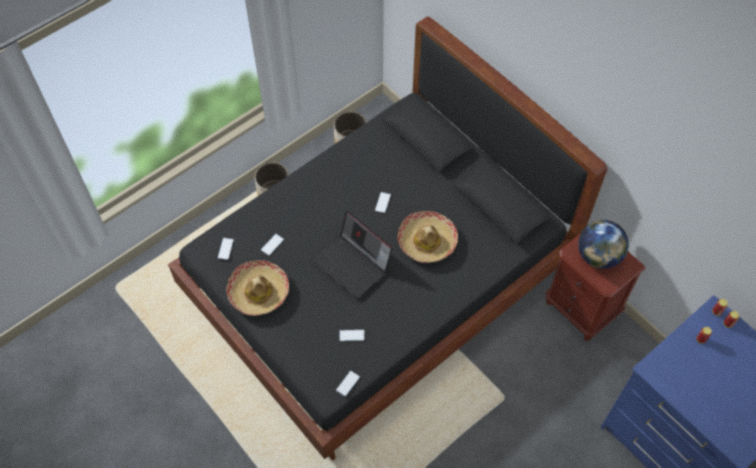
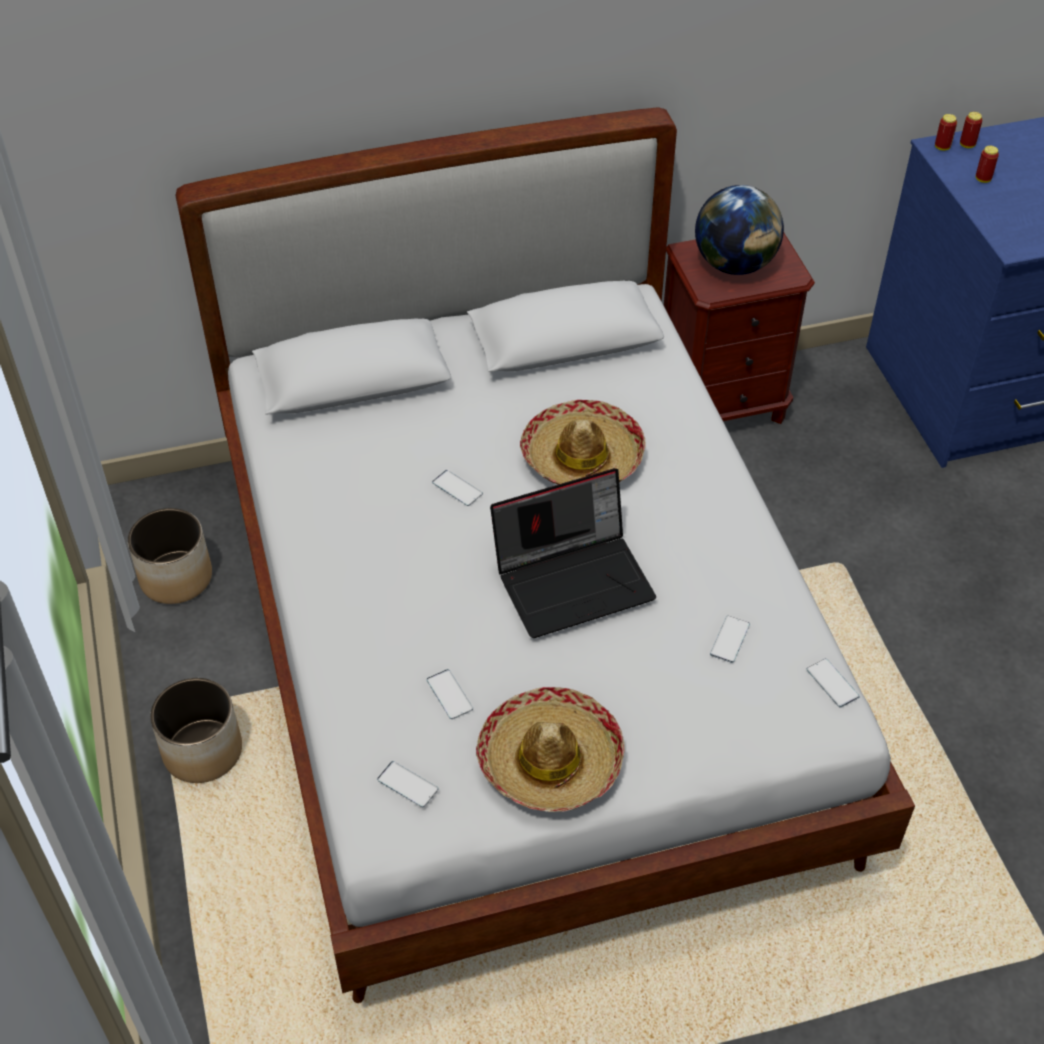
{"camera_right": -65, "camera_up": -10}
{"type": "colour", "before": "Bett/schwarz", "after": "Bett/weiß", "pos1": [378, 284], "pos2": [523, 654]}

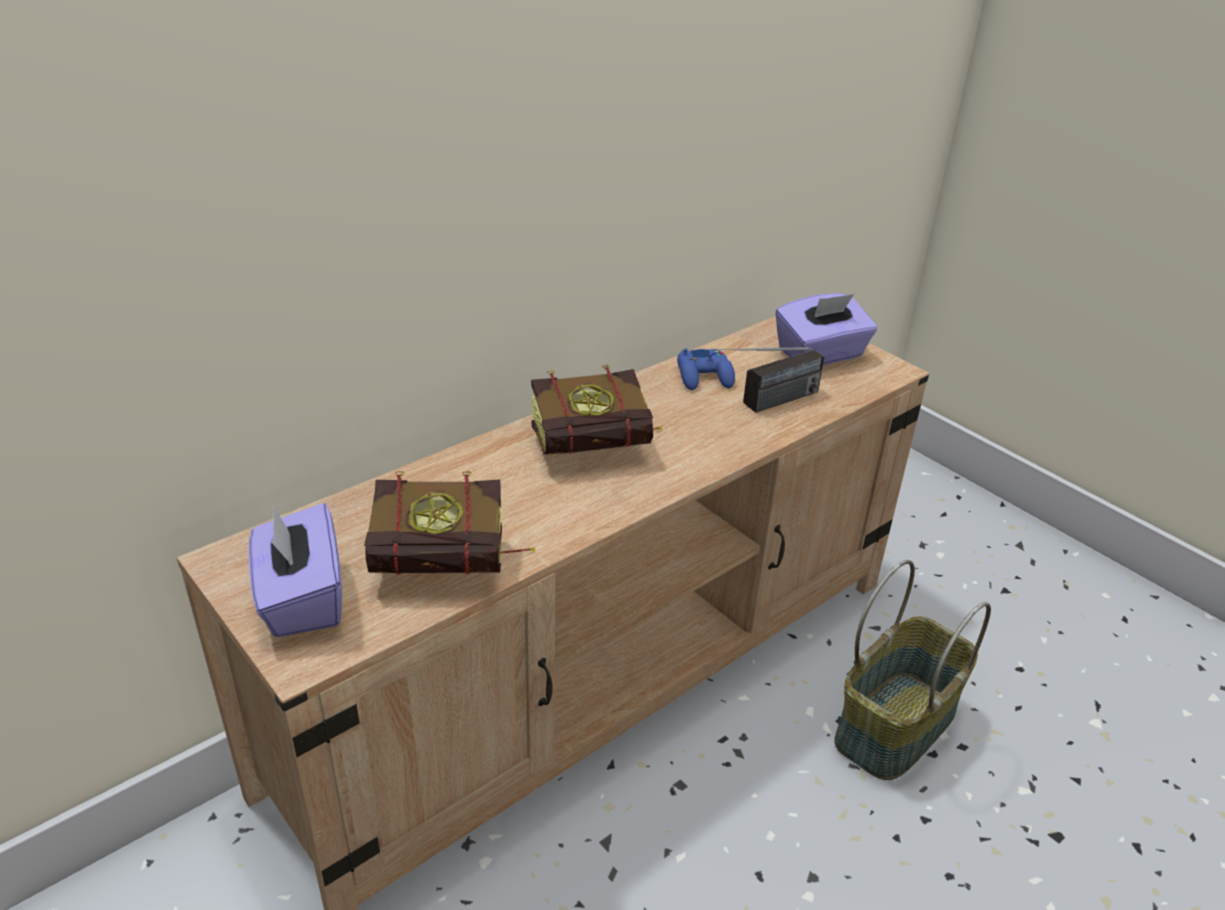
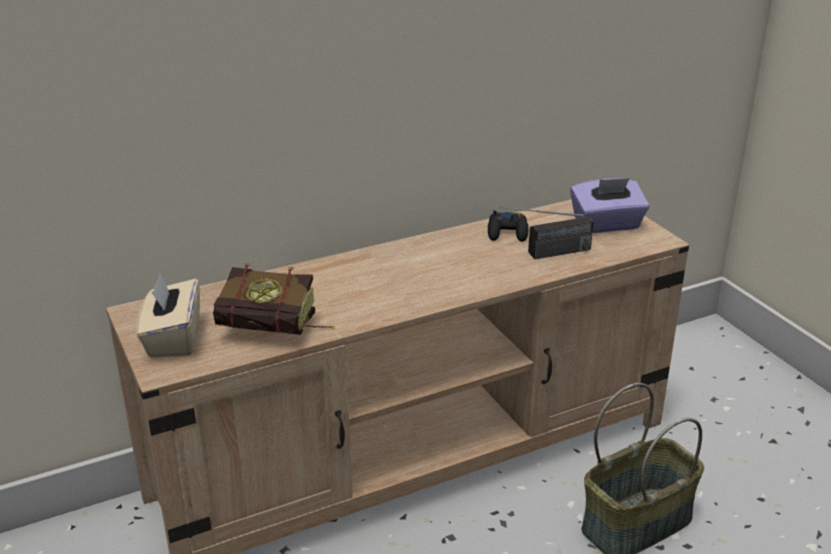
{"camera_right": 15, "camera_up": -5}
{"type": "colour", "before": "Gamepad/blau", "after": "Gamepad/schwarz", "pos1": [704, 376], "pos2": [508, 232]}
{"type": "missing", "before": "Buch", "pos1": [603, 447]}
{"type": "colour", "before": "Taschentuchbox/lila", "after": "Taschentuchbox/beige", "pos1": [301, 599], "pos2": [173, 339]}

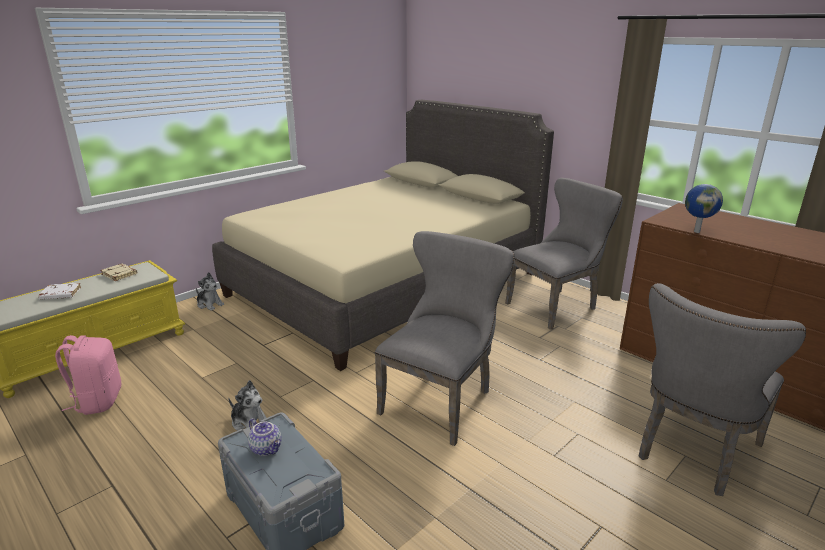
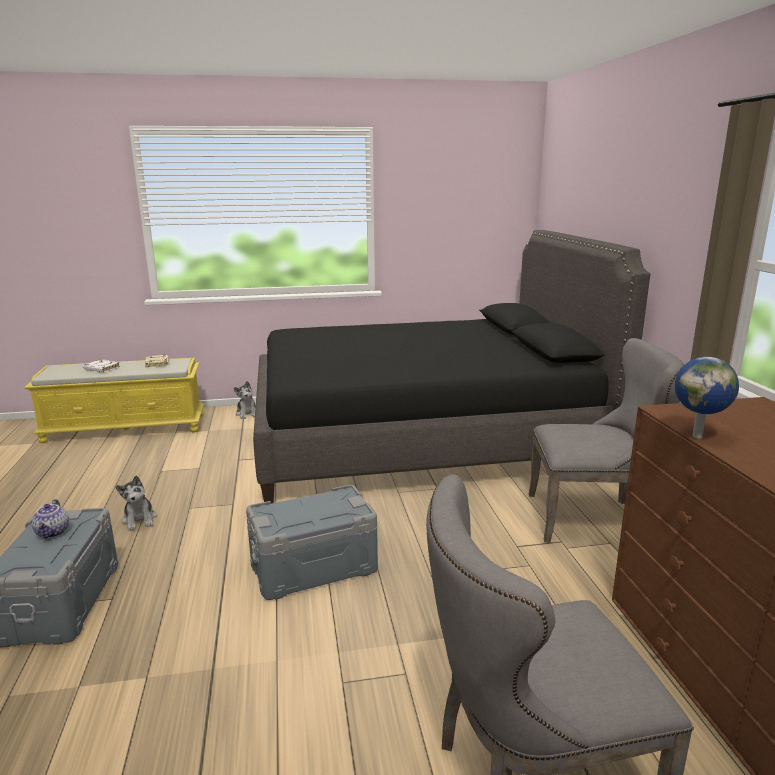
{"camera_right": 35, "camera_up": -5}
{"type": "colour", "before": "Bett/beige", "after": "Bett/schwarz", "pos1": [386, 284], "pos2": [421, 436]}
{"type": "exchanged", "before": "Stuhl/grau", "after": "Aufbewahrungsbox/grau", "pos1": [442, 399], "pos2": [314, 568]}
{"type": "missing", "before": "Rucksack/rosa", "pos1": [98, 401]}

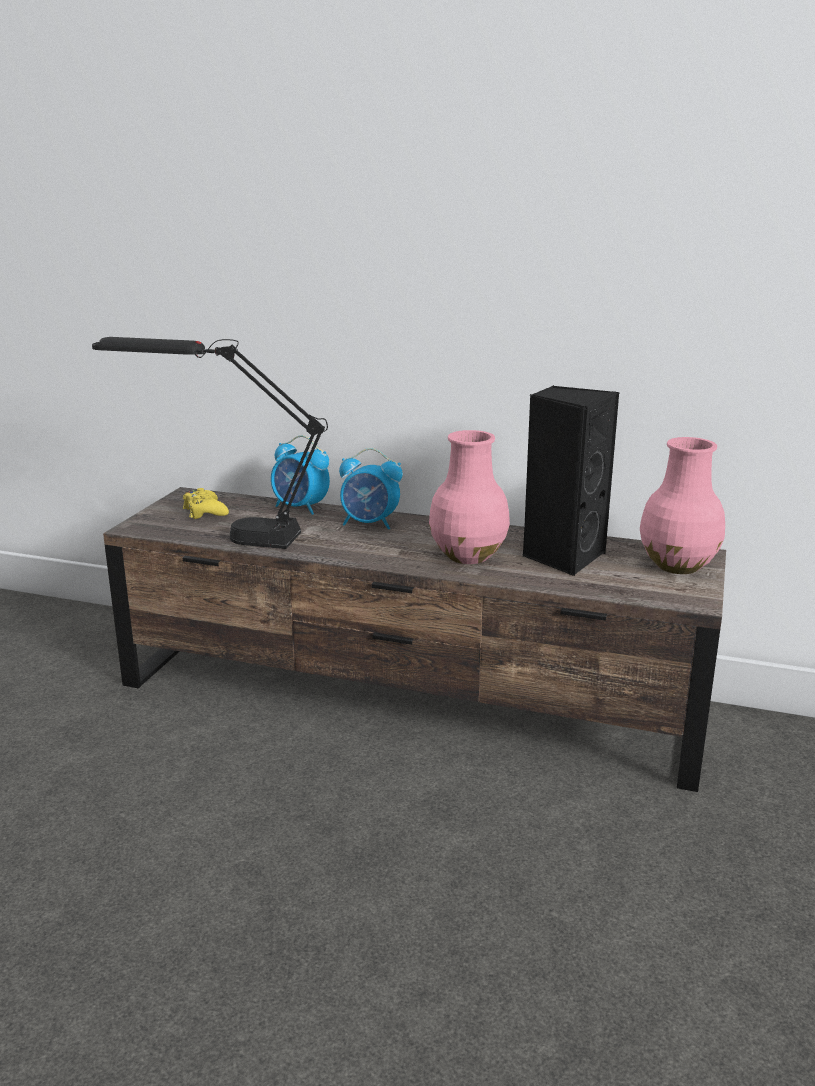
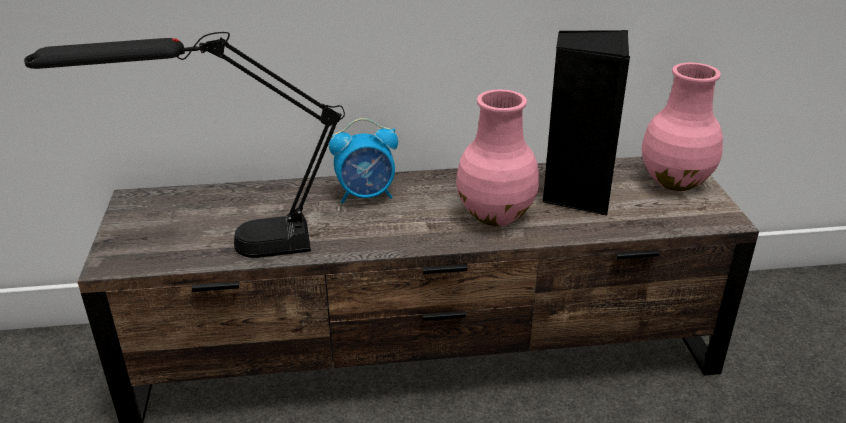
{"camera_right": -25, "camera_up": 10}
{"type": "missing", "before": "Wecker", "pos1": [300, 508]}
{"type": "missing", "before": "Gamepad/gelb", "pos1": [204, 512]}

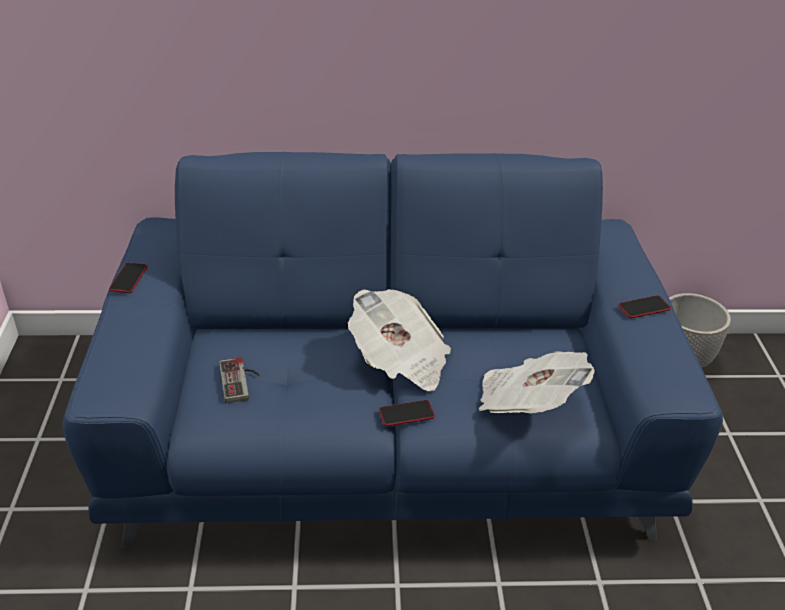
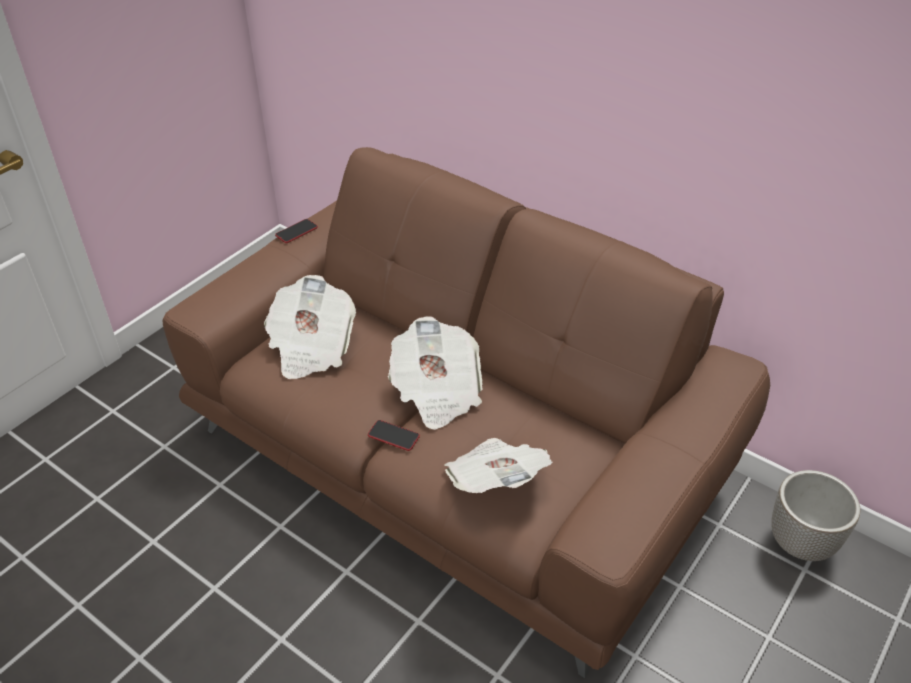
{"camera_right": 40, "camera_up": 5}
{"type": "colour", "before": "Sofa/blau", "after": "Sofa/braun", "pos1": [389, 434], "pos2": [456, 456]}
{"type": "missing", "before": "Handy", "pos1": [644, 308]}
{"type": "exchanged", "before": "Gamepad", "after": "Zeitung", "pos1": [241, 380], "pos2": [311, 347]}

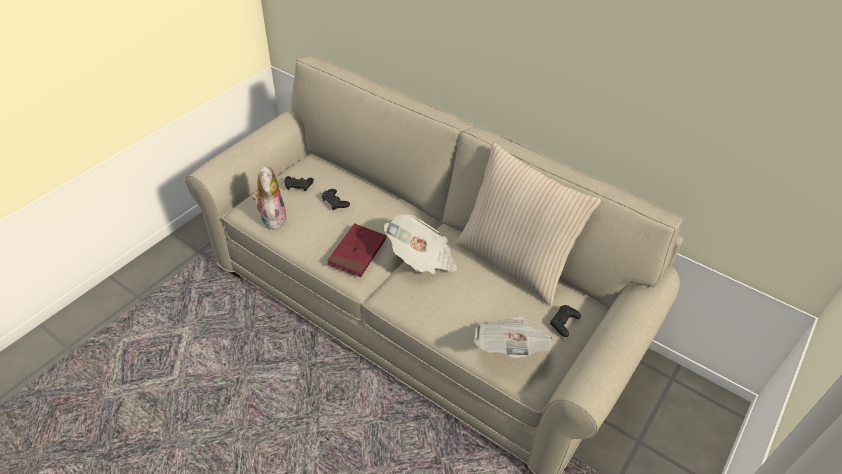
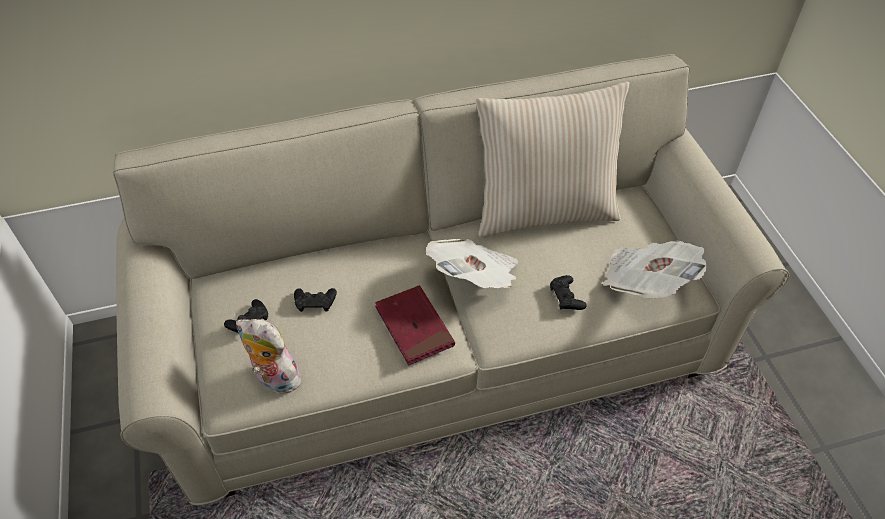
{"camera_right": -50, "camera_up": 5}
{"type": "relocated", "before": "Gamepad/schwarz", "pos1": [564, 323], "pos2": [566, 297]}

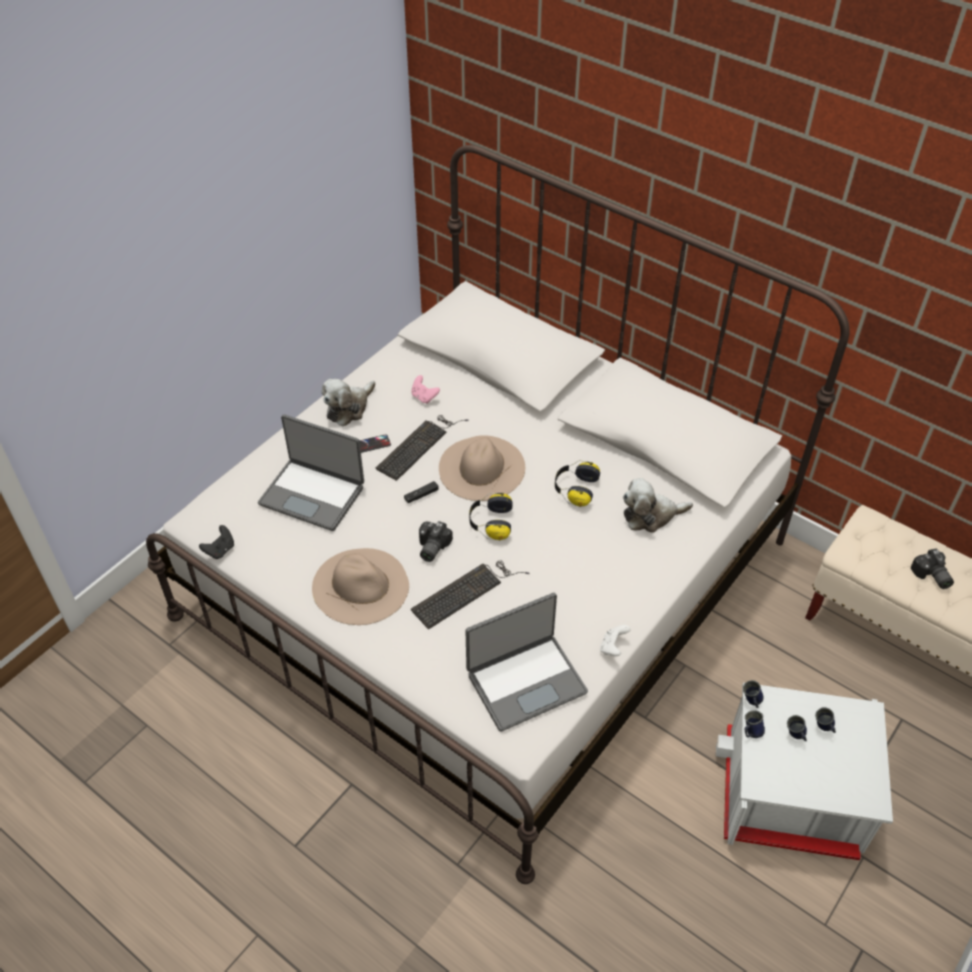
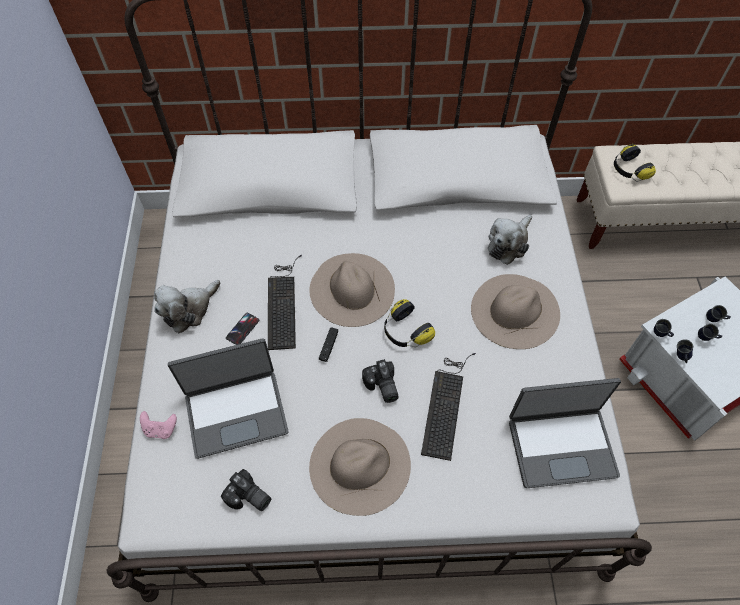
{"camera_right": -40, "camera_up": 10}
{"type": "relocated", "before": "Gamepad/rosa", "pos1": [424, 397], "pos2": [161, 429]}
{"type": "spun", "before": "Plüschtier", "pos1": [349, 408], "pos2": [189, 310], "turn": 45}
{"type": "relocated", "before": "Kopfhörer", "pos1": [575, 489], "pos2": [628, 170]}
{"type": "missing", "before": "Gamepad/schwarz", "pos1": [220, 550]}
{"type": "relocated", "before": "Kamera", "pos1": [931, 576], "pos2": [248, 498]}
{"type": "spun", "before": "Laptop", "pos1": [525, 681], "pos2": [561, 445], "turn": 60}
{"type": "missing", "before": "Gamepad/weiß", "pos1": [613, 647]}
{"type": "appeared", "after": "Hut/beige", "pos2": [515, 310]}

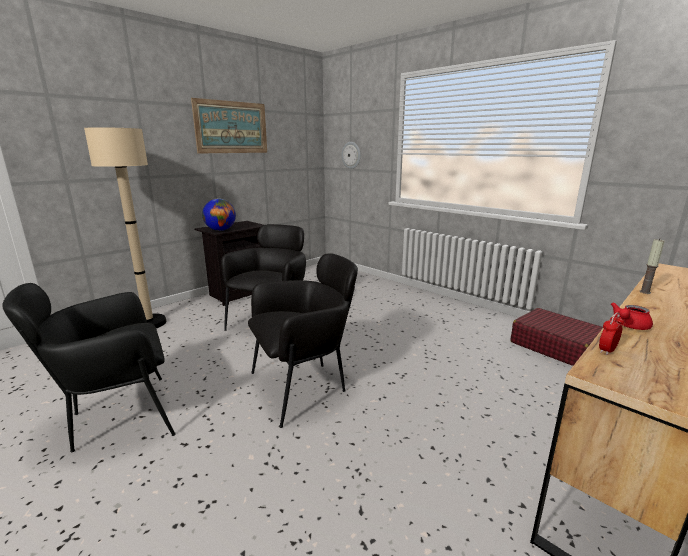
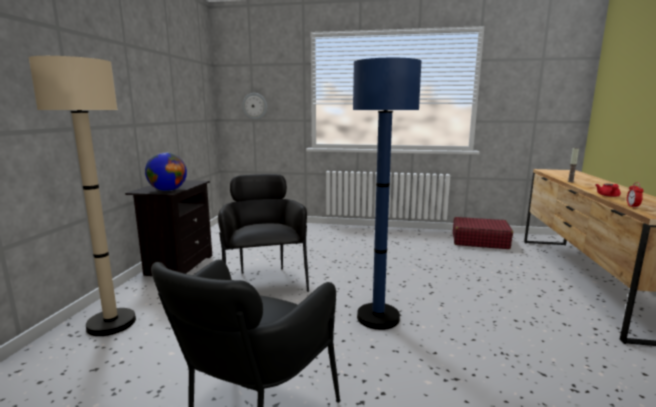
{"camera_right": -35, "camera_up": -5}
{"type": "missing", "before": "Bild", "pos1": [231, 127]}
{"type": "exchanged", "before": "Sessel/schwarz", "after": "Stehlampe/blau", "pos1": [304, 386], "pos2": [378, 317]}

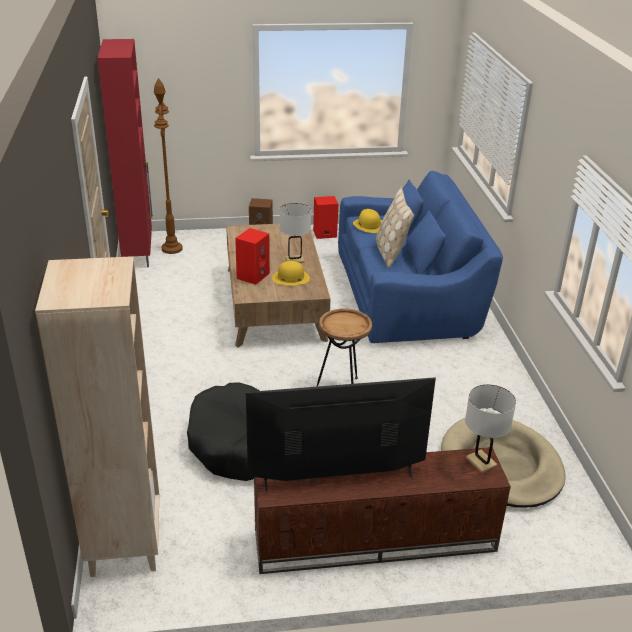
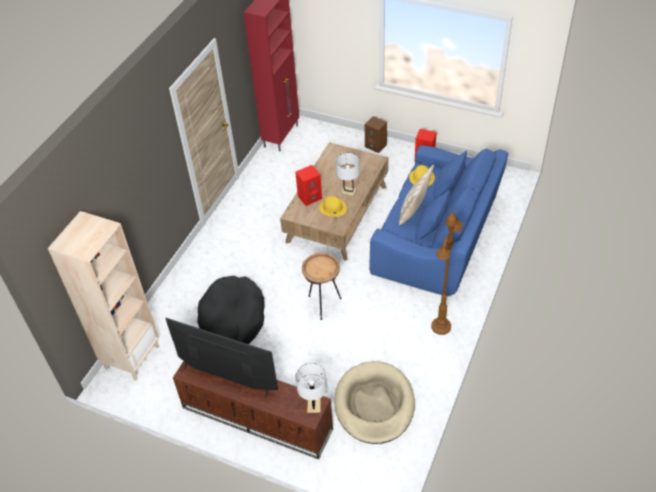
{"camera_right": 35, "camera_up": 15}
{"type": "relocated", "before": "Stehlampe/braun", "pos1": [172, 249], "pos2": [441, 327]}

